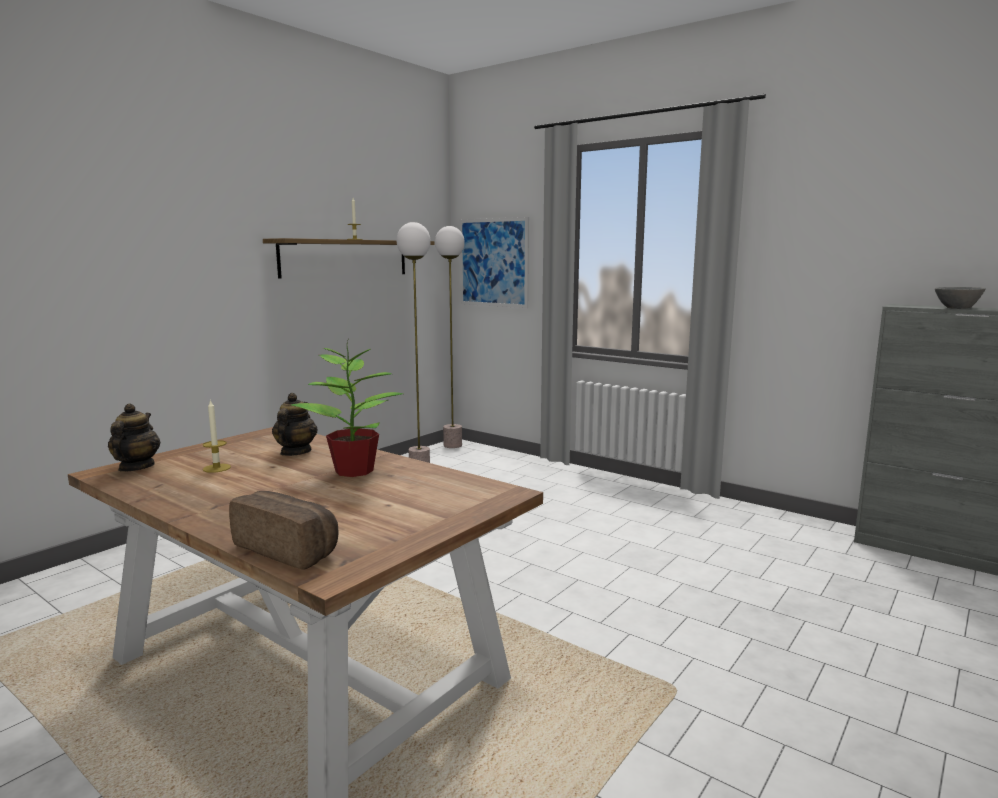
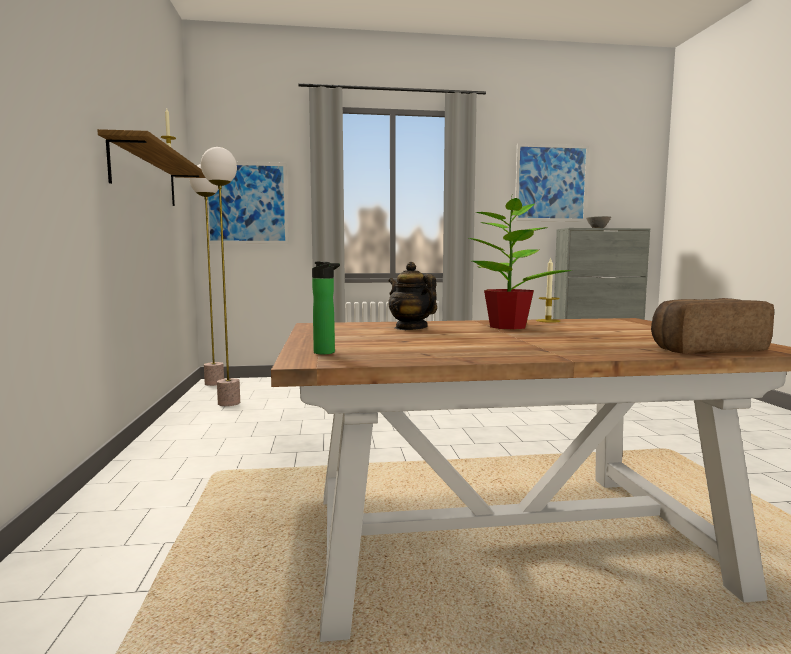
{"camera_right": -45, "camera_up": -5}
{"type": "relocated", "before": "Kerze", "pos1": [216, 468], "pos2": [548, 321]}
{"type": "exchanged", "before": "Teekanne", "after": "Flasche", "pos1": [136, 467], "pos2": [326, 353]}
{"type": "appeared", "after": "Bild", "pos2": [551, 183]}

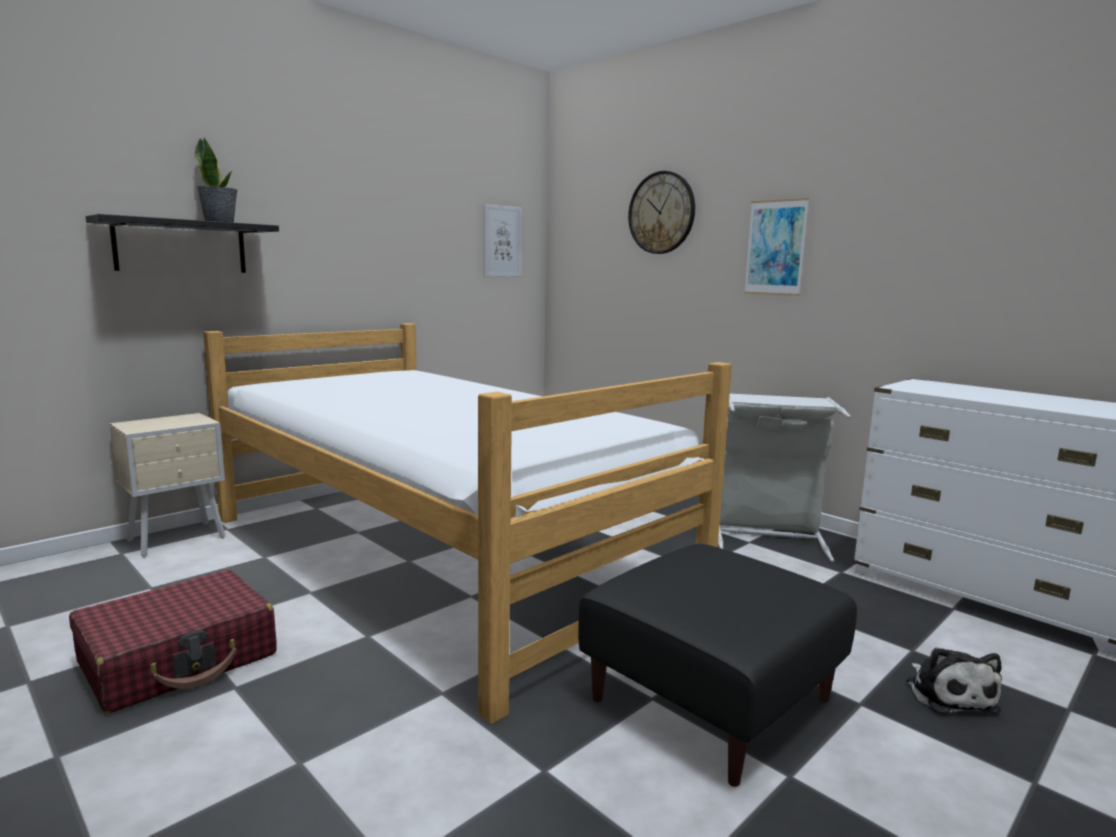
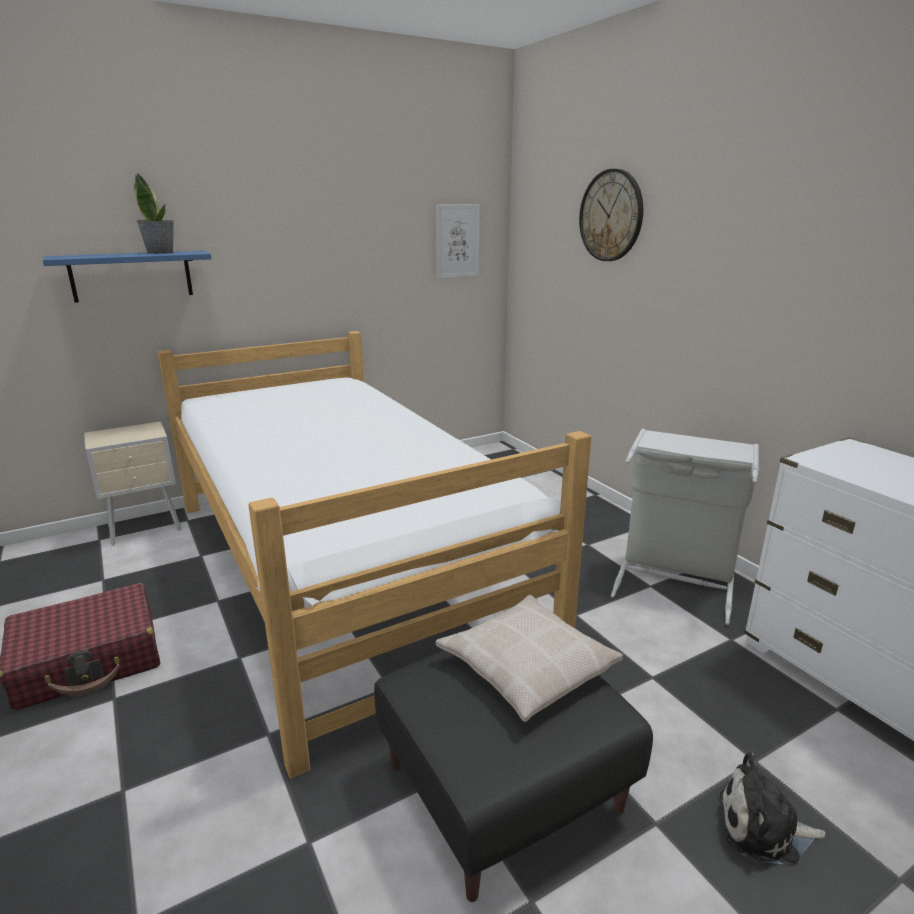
{"camera_right": 15, "camera_up": 10}
{"type": "missing", "before": "Bild", "pos1": [775, 247]}
{"type": "colour", "before": "Wandregal/schwarz", "after": "Wandregal/blau", "pos1": [181, 247], "pos2": [131, 276]}
{"type": "spun", "before": "Plüschtier", "pos1": [948, 694], "pos2": [763, 829], "turn": 90}
{"type": "appeared", "after": "Kissen/beige", "pos2": [526, 666]}

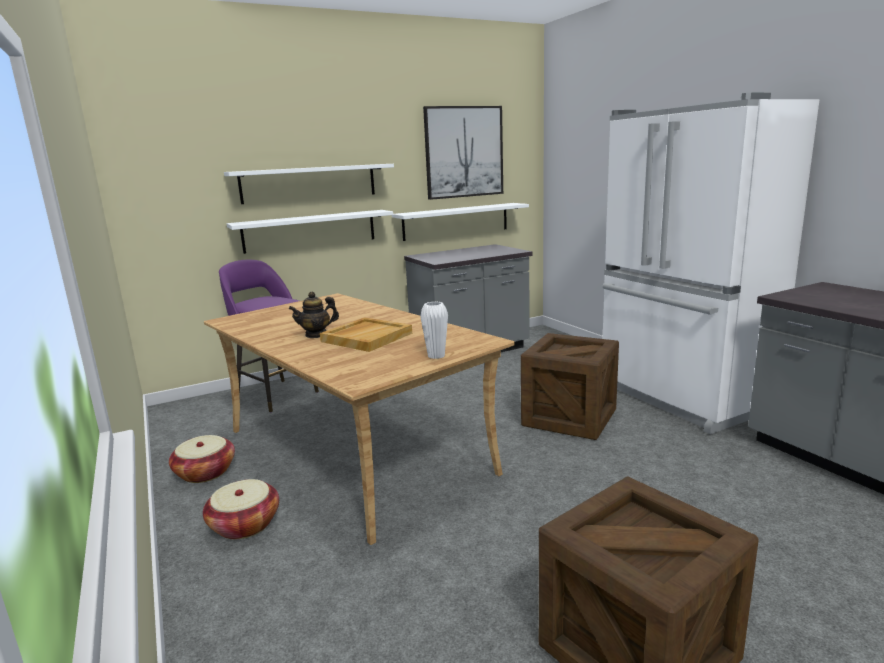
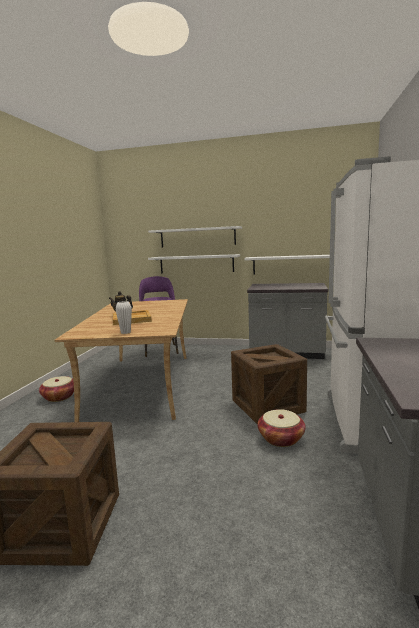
{"camera_right": 40, "camera_up": -5}
{"type": "missing", "before": "Bild", "pos1": [464, 152]}
{"type": "relocated", "before": "Korb", "pos1": [205, 472], "pos2": [281, 438]}

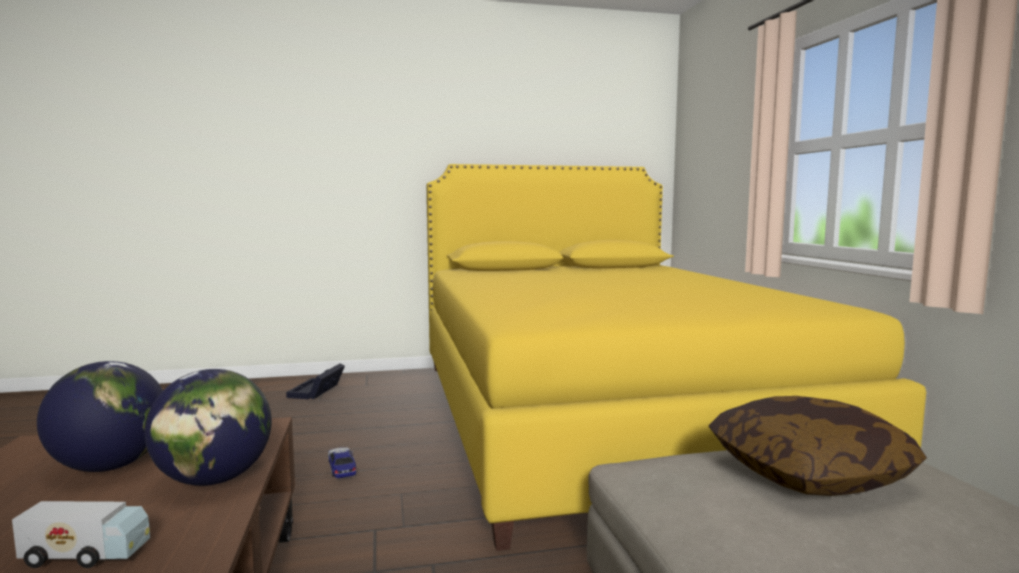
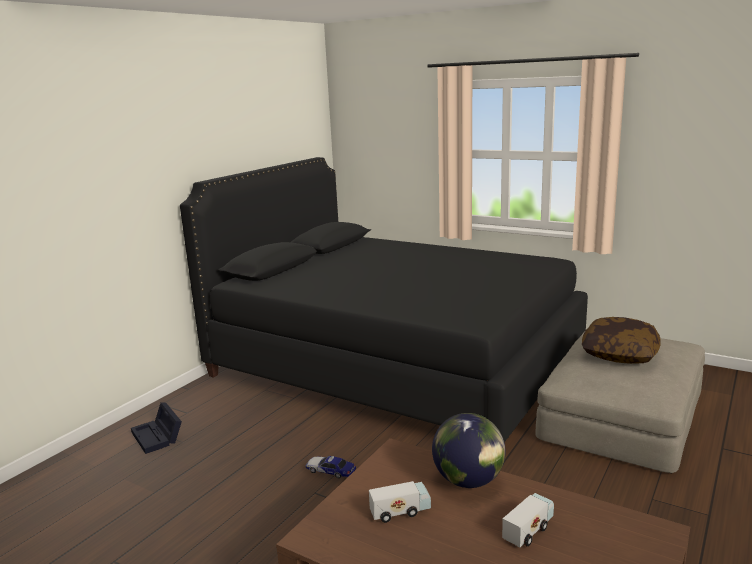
{"camera_right": -45, "camera_up": 10}
{"type": "colour", "before": "Bett/gelb", "after": "Bett/schwarz", "pos1": [601, 416], "pos2": [396, 363]}
{"type": "exchanged", "before": "Globus", "after": "Spielzeuglaster", "pos1": [110, 466], "pos2": [400, 511]}

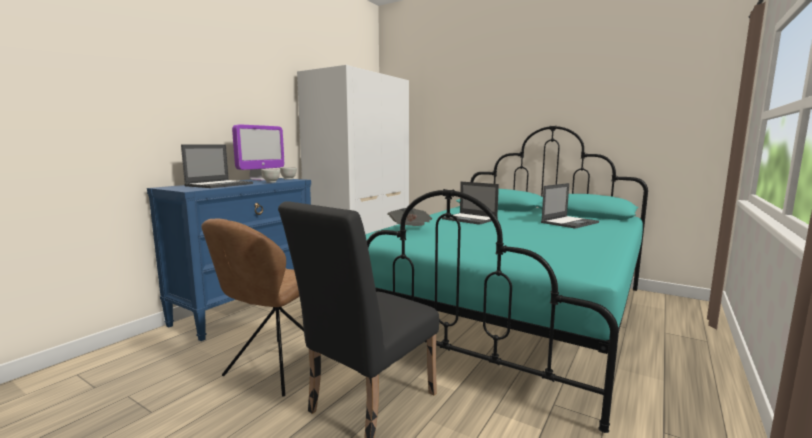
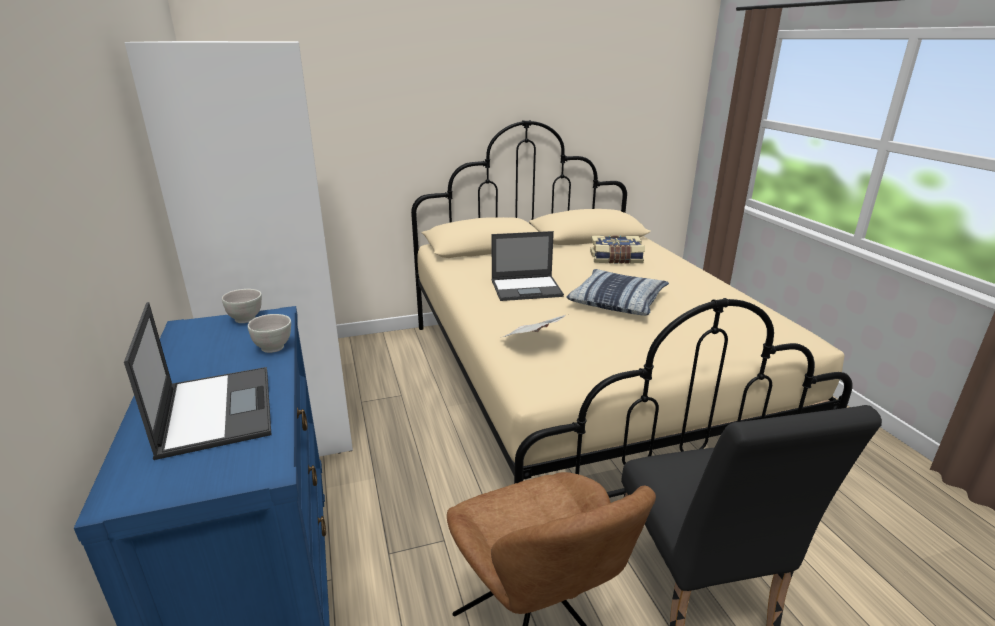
{"camera_right": -50, "camera_up": 15}
{"type": "missing", "before": "Monitor", "pos1": [260, 180]}
{"type": "colour", "before": "Bett/türkis", "after": "Bett/beige", "pos1": [509, 312], "pos2": [582, 387]}
{"type": "exchanged", "before": "Laptop", "after": "Buch", "pos1": [570, 222], "pos2": [616, 259]}
{"type": "appeared", "after": "Kissen", "pos2": [617, 301]}

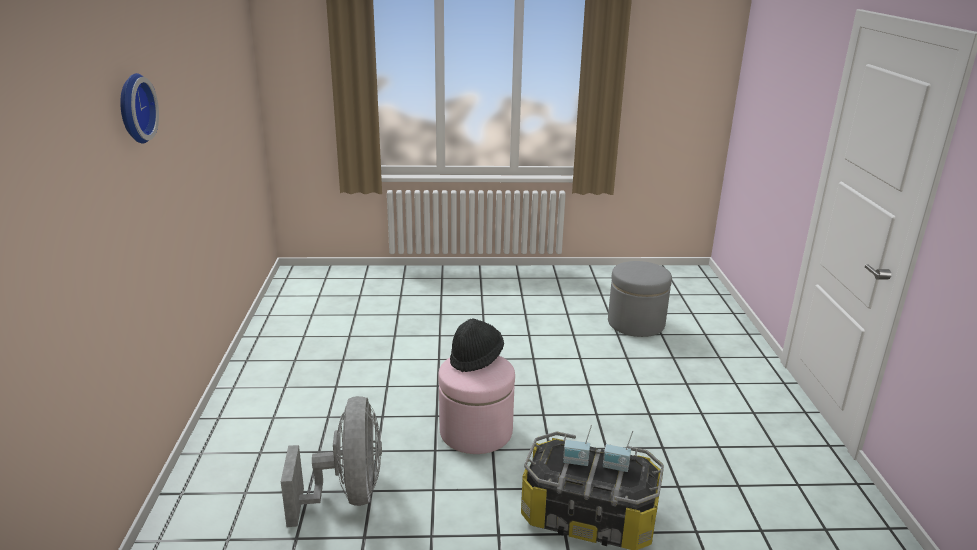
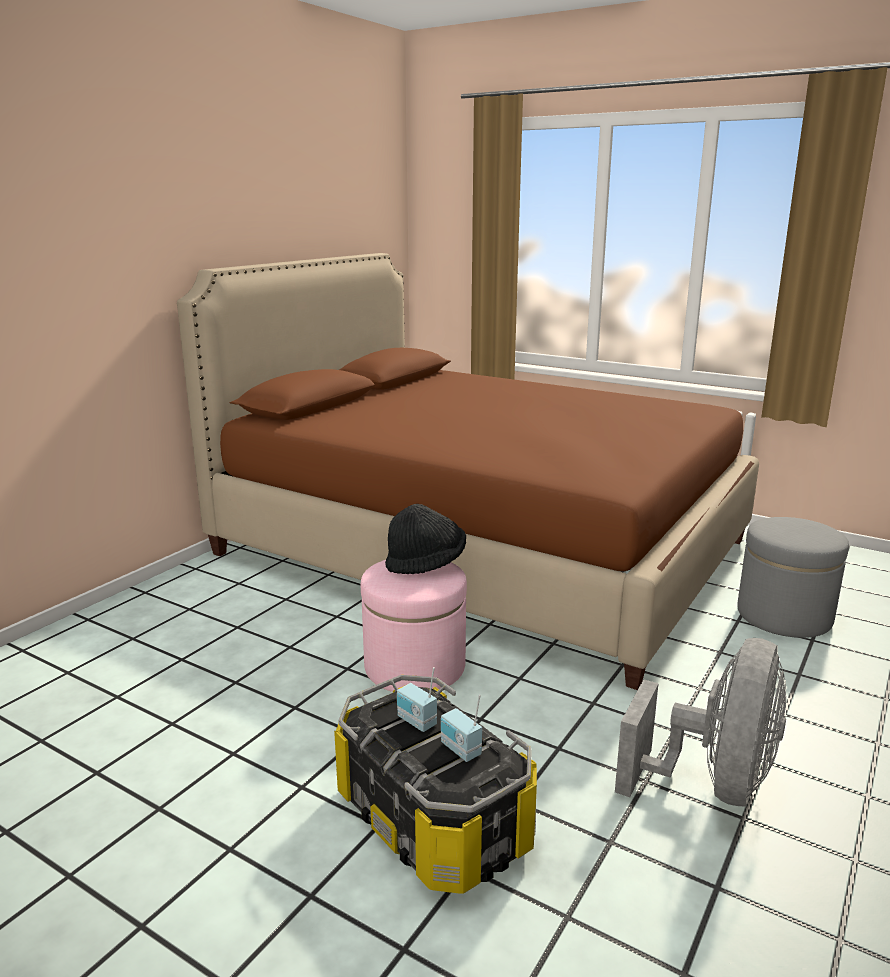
{"camera_right": 35, "camera_up": -5}
{"type": "missing", "before": "Wanduhr", "pos1": [133, 108]}
{"type": "relocated", "before": "Ventilator/grau", "pos1": [347, 495], "pos2": [713, 784]}
{"type": "appeared", "after": "Bett/braun", "pos2": [481, 548]}

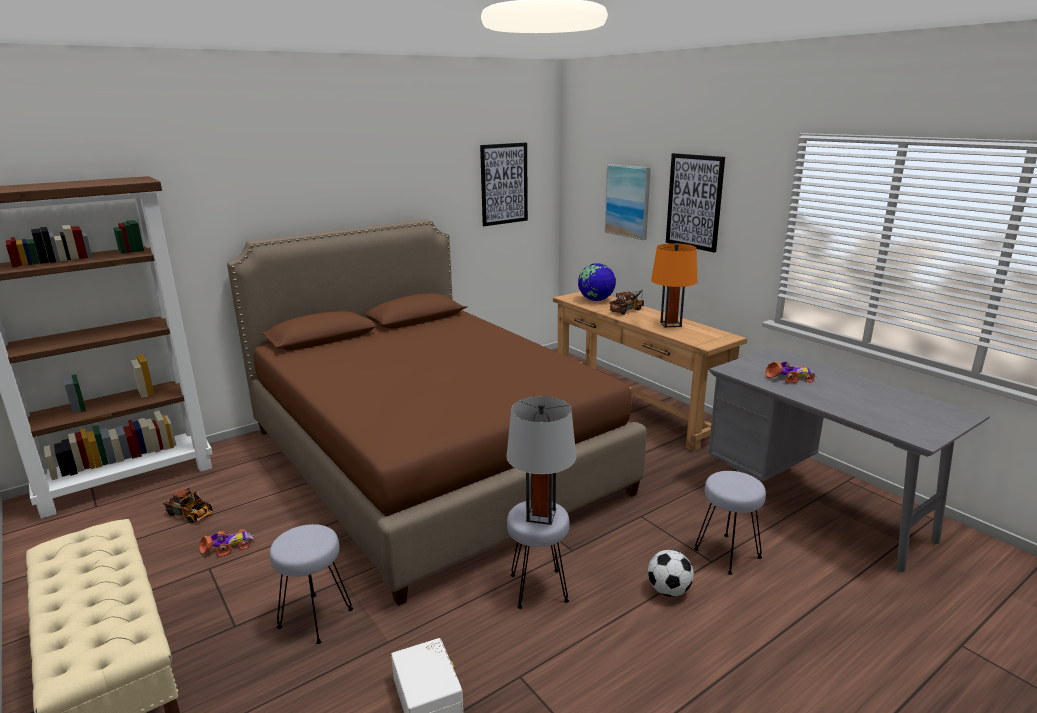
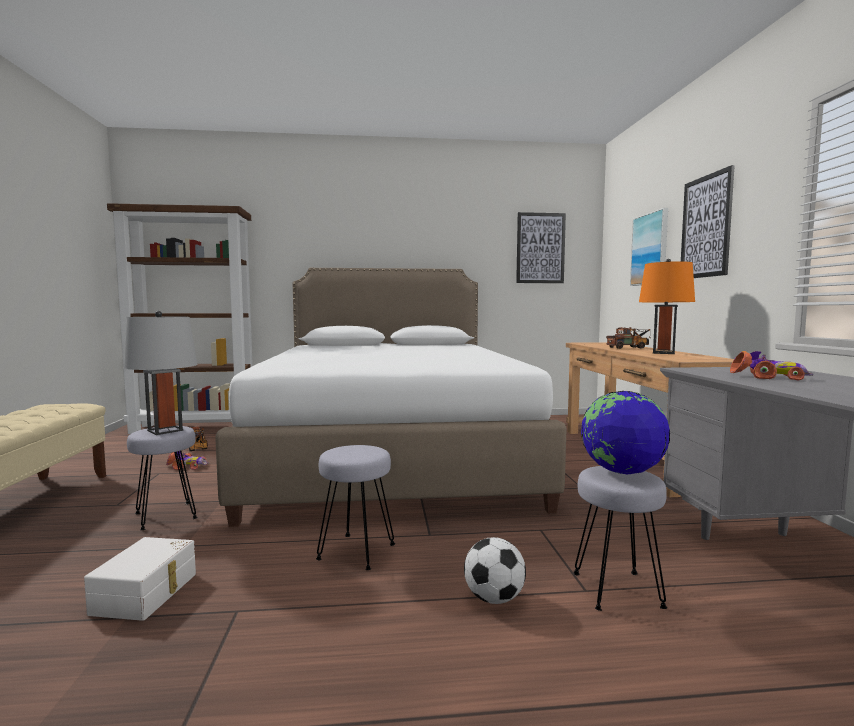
{"camera_right": 30, "camera_up": -15}
{"type": "colour", "before": "Bett/braun", "after": "Bett/weiß", "pos1": [430, 460], "pos2": [391, 454]}
{"type": "relocated", "before": "Globus", "pos1": [596, 300], "pos2": [622, 472]}
{"type": "relocated", "before": "Tischlampe/grau", "pos1": [541, 515], "pos2": [165, 430]}

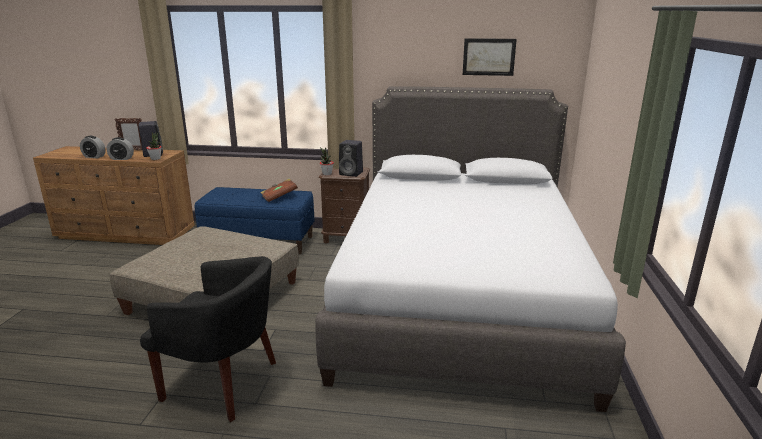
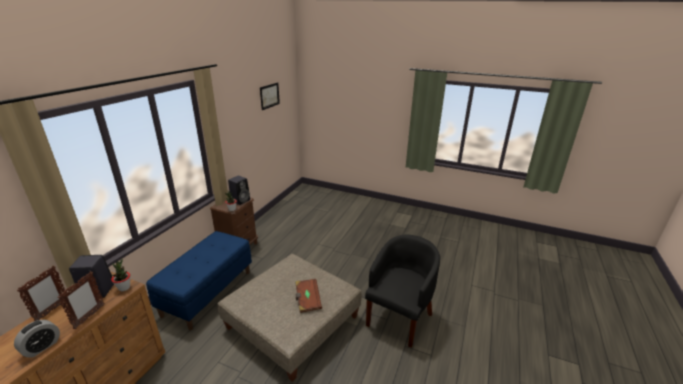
{"camera_right": -75, "camera_up": 5}
{"type": "missing", "before": "Bett/grau", "pos1": [458, 297]}
{"type": "exchanged", "before": "Wecker", "after": "Bilderrahmen", "pos1": [121, 158], "pos2": [89, 317]}
{"type": "relocated", "before": "Buch/braun", "pos1": [279, 197], "pos2": [307, 300]}

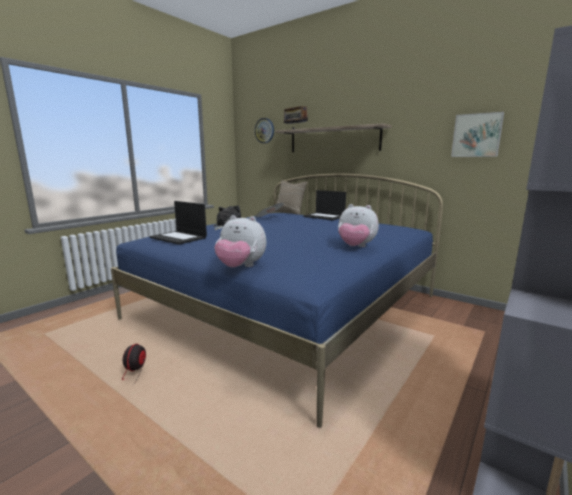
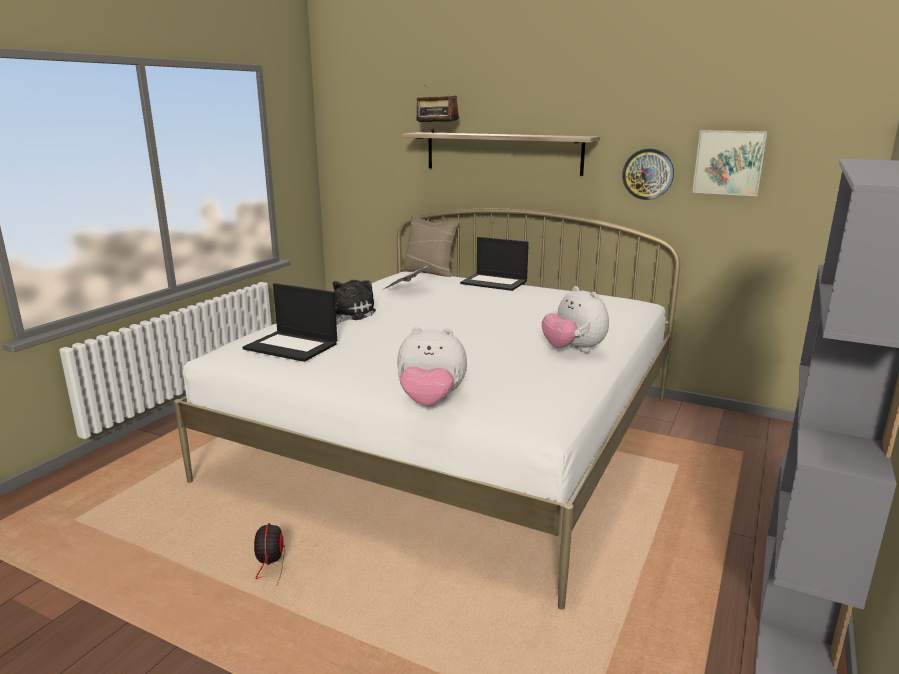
{"camera_right": -10, "camera_up": 5}
{"type": "relocated", "before": "Wanduhr", "pos1": [264, 130], "pos2": [648, 174]}
{"type": "colour", "before": "Bett/blau", "after": "Bett/weiß", "pos1": [288, 307], "pos2": [454, 436]}
{"type": "spun", "before": "Plüschtier", "pos1": [355, 247], "pos2": [573, 350], "turn": 45}

